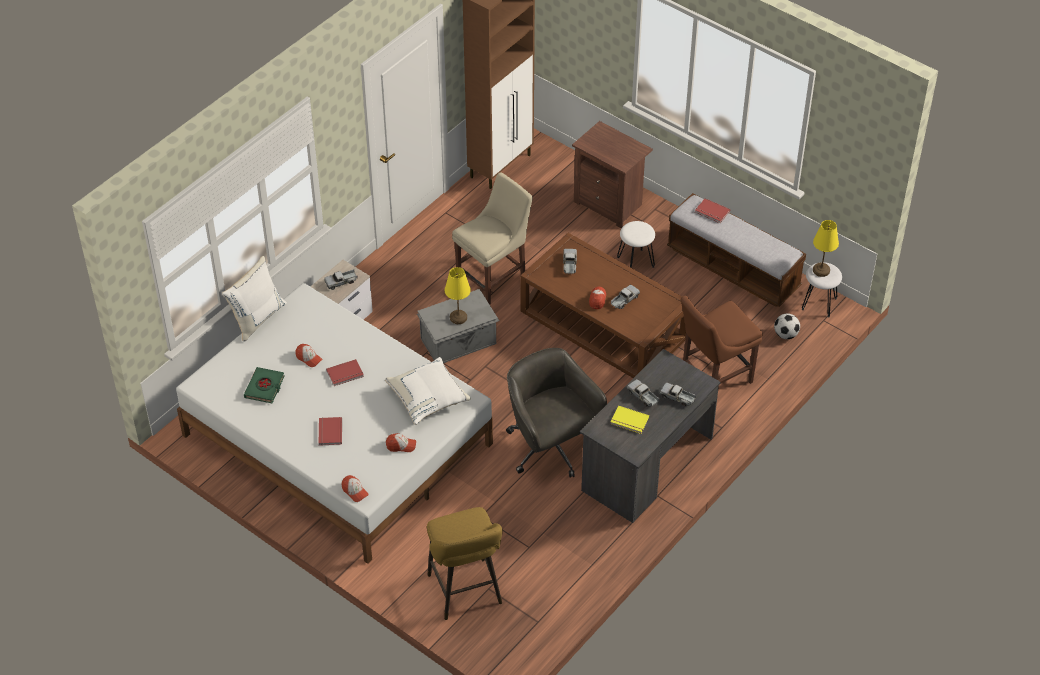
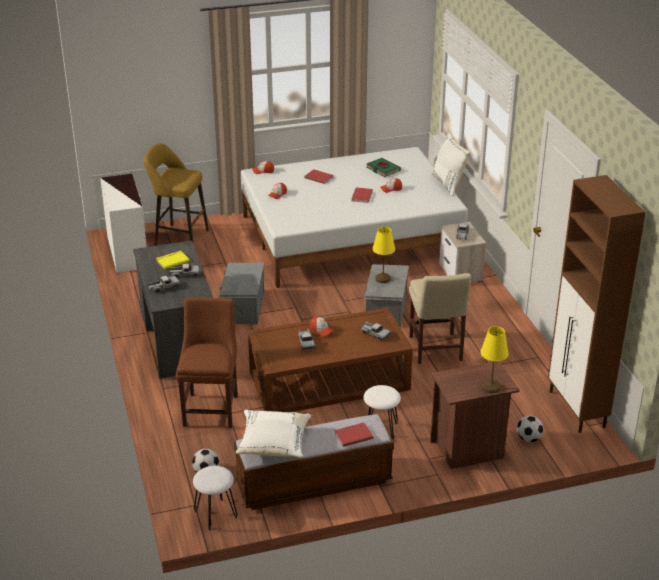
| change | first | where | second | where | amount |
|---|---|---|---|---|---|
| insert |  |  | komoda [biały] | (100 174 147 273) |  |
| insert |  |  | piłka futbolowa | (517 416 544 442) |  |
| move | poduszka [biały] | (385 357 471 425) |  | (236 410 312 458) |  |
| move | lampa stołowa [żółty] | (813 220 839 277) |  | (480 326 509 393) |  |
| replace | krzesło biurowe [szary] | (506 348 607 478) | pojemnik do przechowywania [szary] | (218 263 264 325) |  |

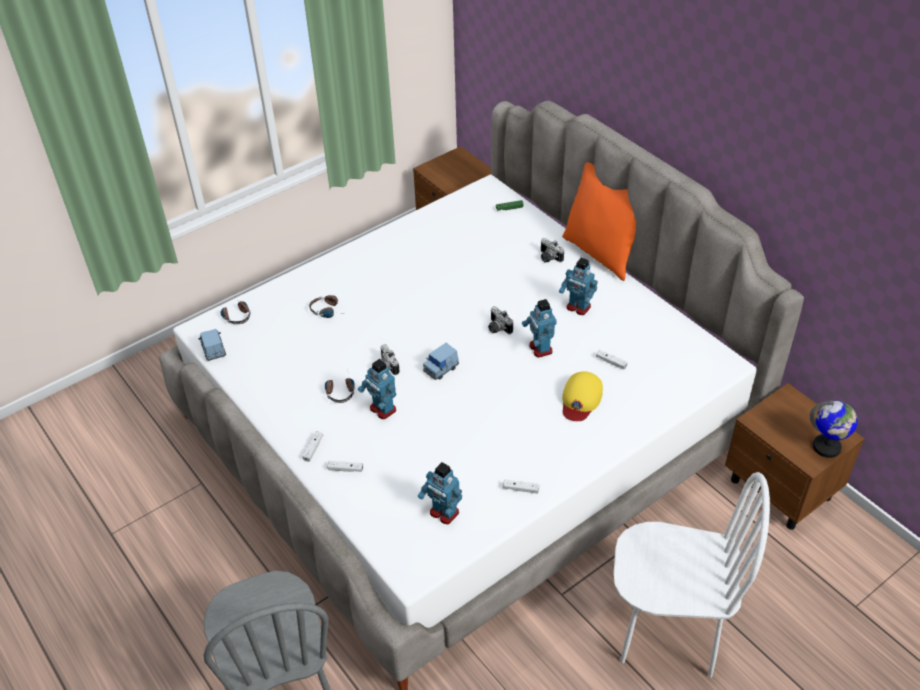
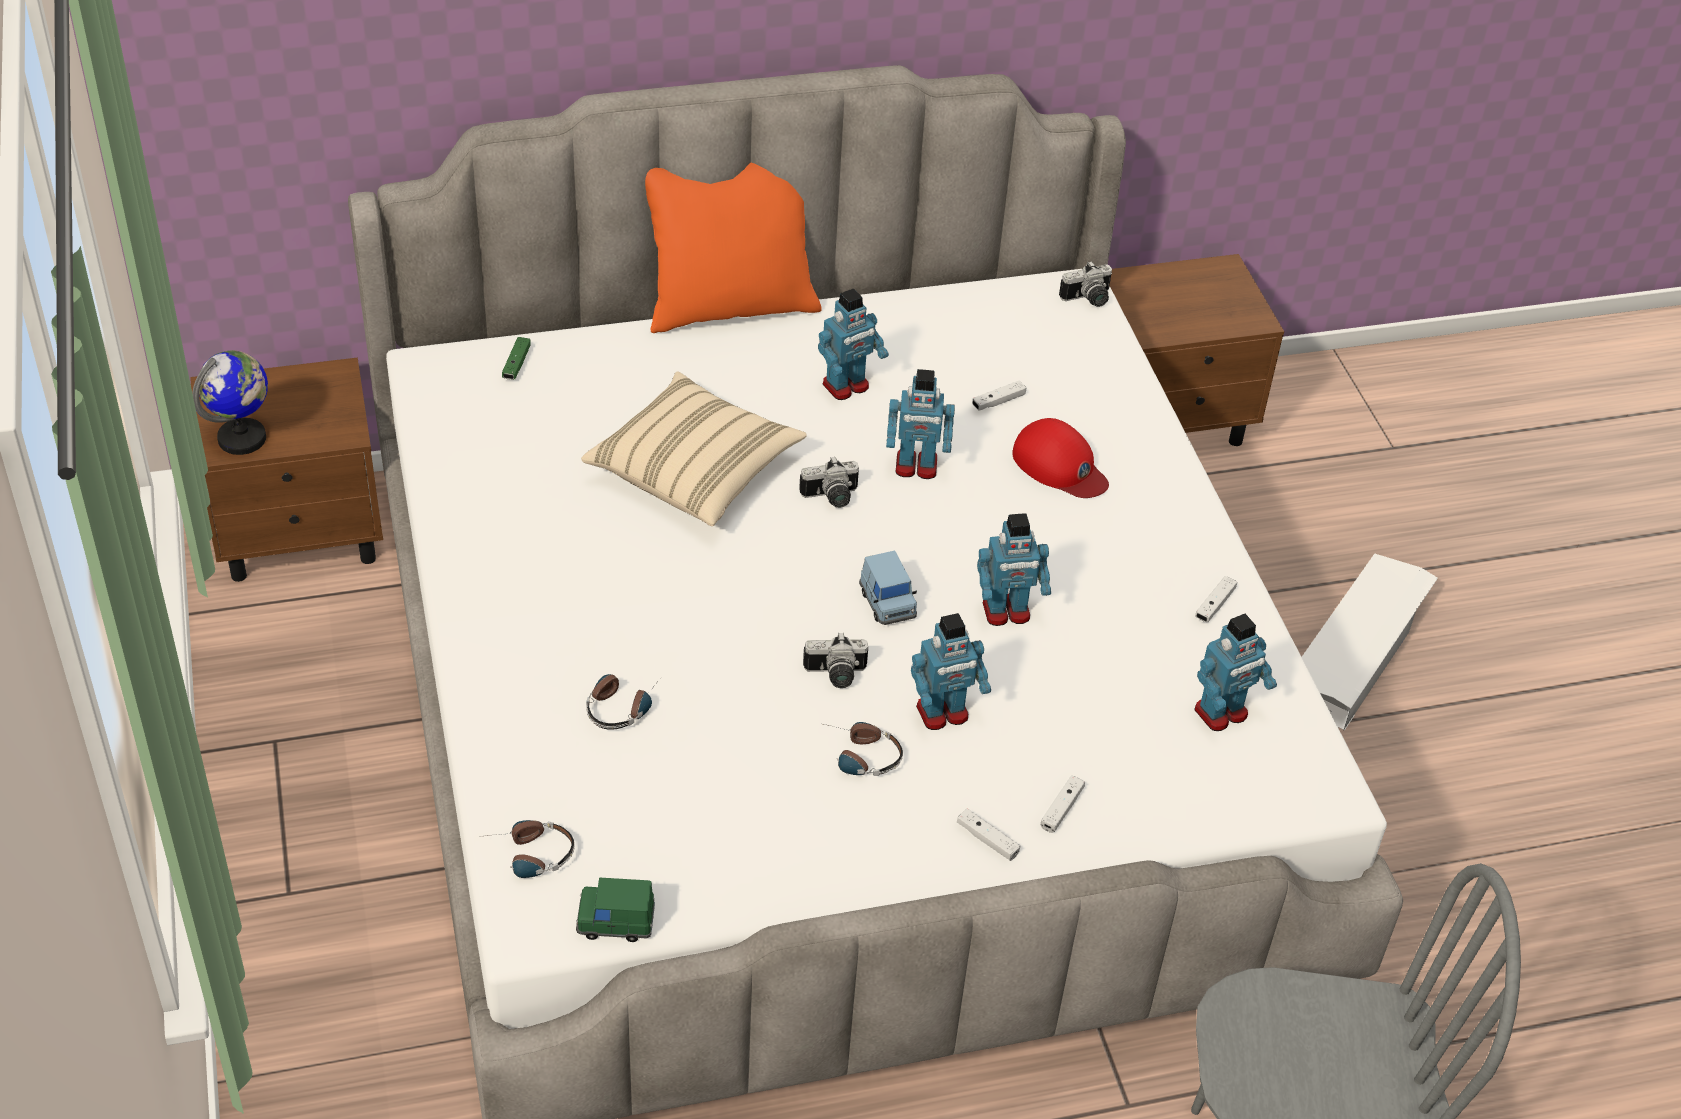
| change | first | where | second | where | amount |
|---|---|---|---|---|---|
| insert |  |  | poduszka [beżowy] | (581 372 807 526) |  |
| insert |  |  | robot zabawkowy | (977 513 1051 626) |  |
| move | aparat fotograficzny | (541 238 564 263) |  | (1059 261 1112 307) |  |
| move | globus | (810 401 858 458) |  | (192 350 268 455) |  |
| replace | krzesło [biały] | (614 472 770 678) | pojemnik do przechowywania [biały] | (1302 554 1438 731) |  |
| recolor | samochodzik [niebieski] | (198 329 226 361) | samochodzik [zielony] | (576 877 655 942) |  |
| recolor | czapka z daszkiem [żółty] | (562 371 603 421) | czapka z daszkiem [czerwony] | (1012 418 1109 498) |  |

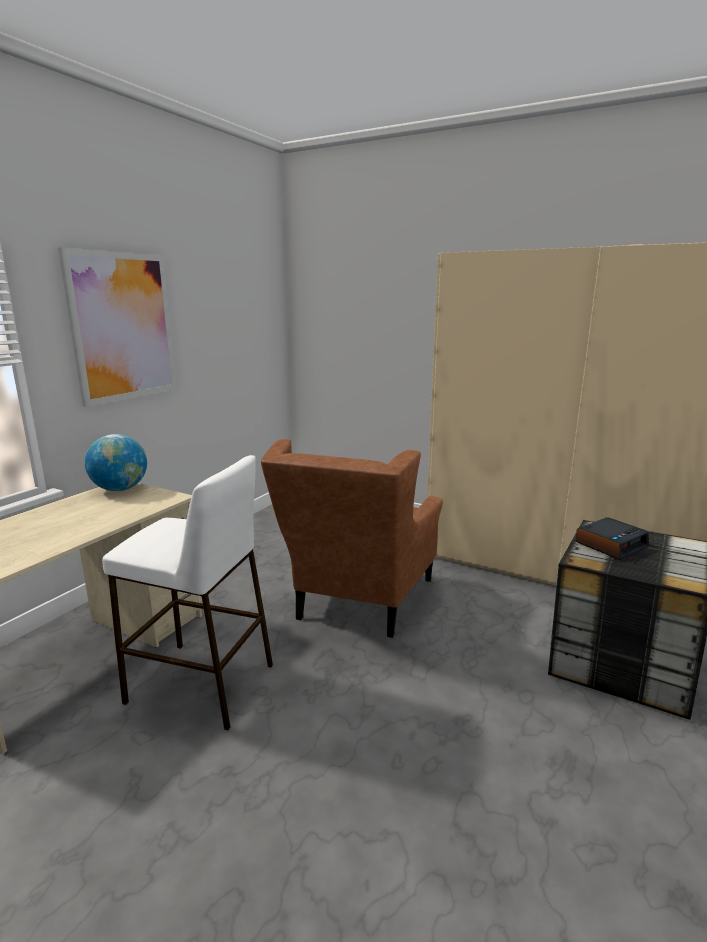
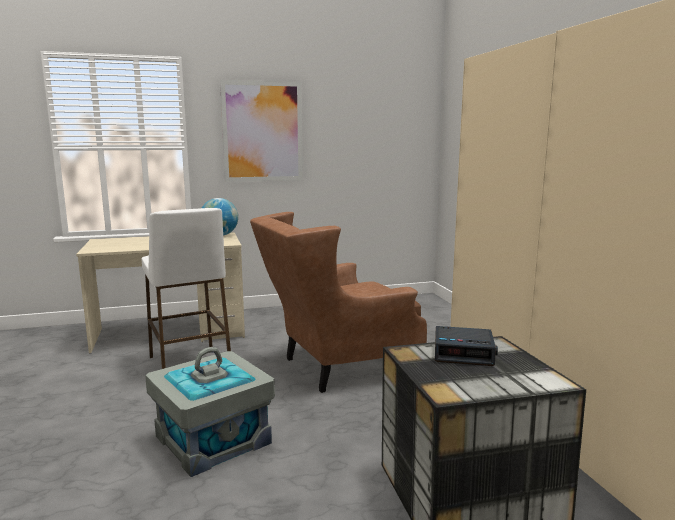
| change | first | where | second | where | amount |
|---|---|---|---|---|---|
| insert |  |  | pojemnik do przechowywania [szary] | (145 347 275 477) |  |

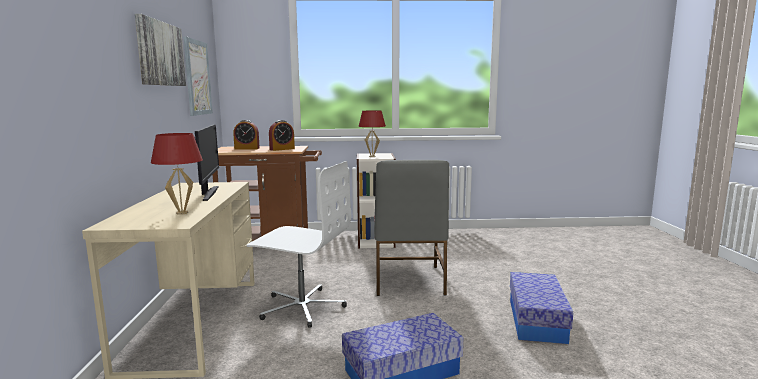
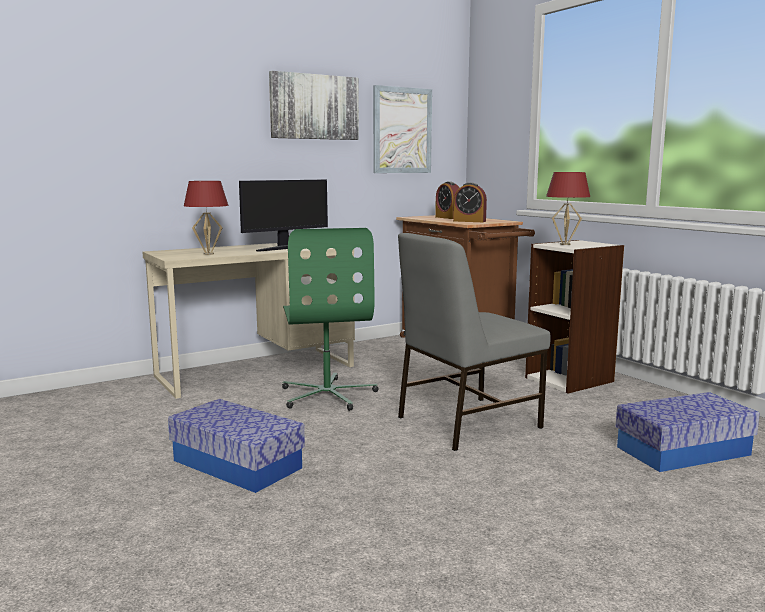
| change | first | where | second | where | amount |
|---|---|---|---|---|---|
| move | pojemnik do przechowywania | (510 272 573 344) |  | (616 392 760 472) |  |
| recolor | krzesło biurowe [biały] | (246 161 351 328) | krzesło biurowe [zielony] | (282 228 378 411) |  |

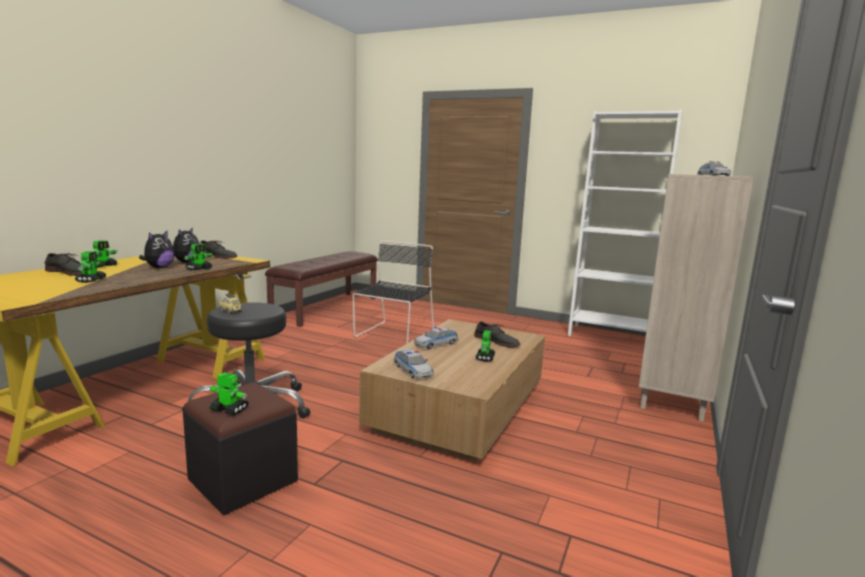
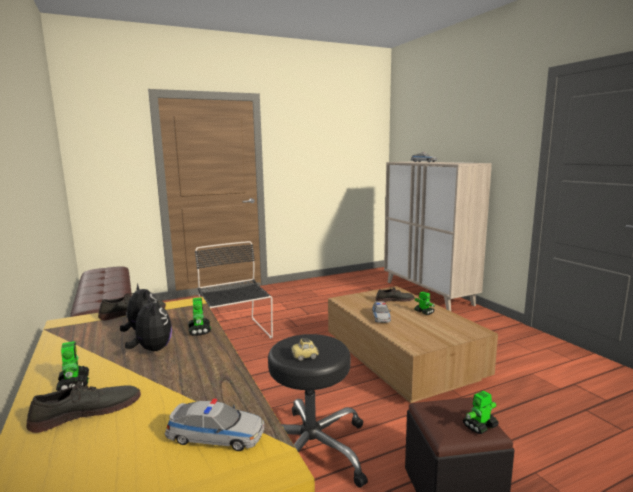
| change | first | where | second | where | amount |
|---|---|---|---|---|---|
| delete | robot zabawkowy | (75 251 106 283) |  |  |  |
| delete | regał [biały] | (568 109 682 336) |  |  |  |
| move | samochodzik | (394 349 434 379) |  | (165 399 264 451) |  |

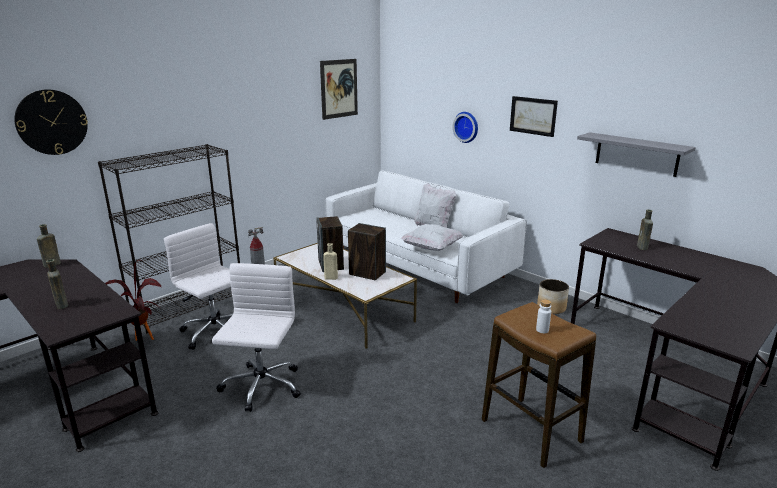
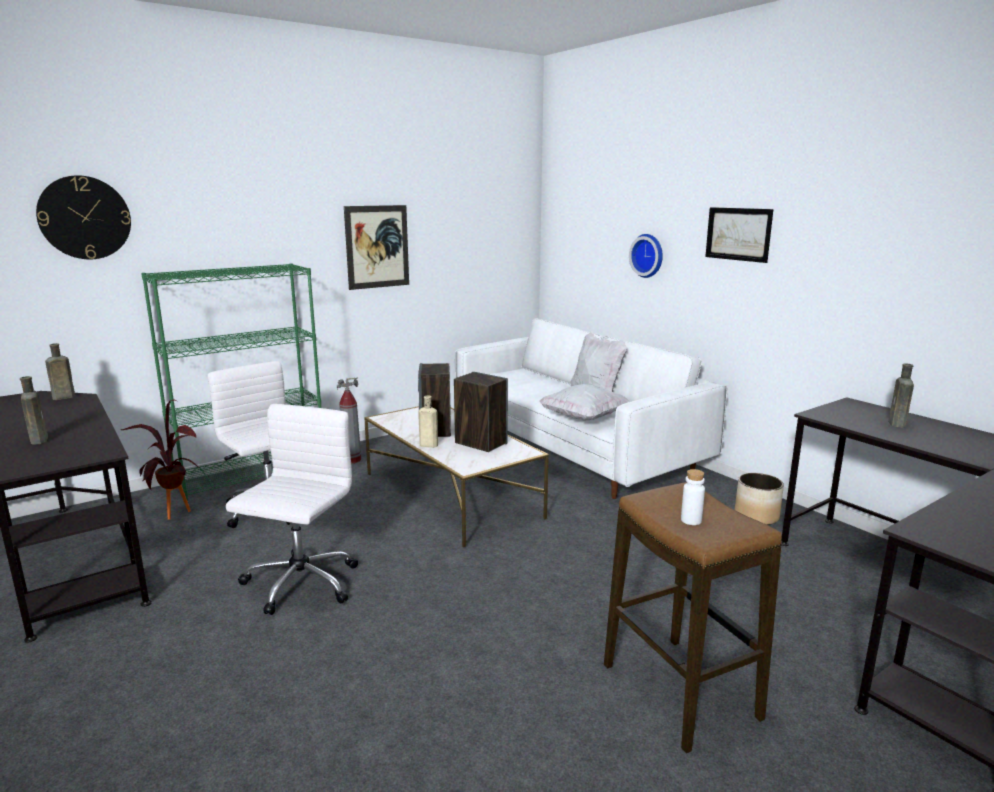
| change | first | where | second | where | amount |
|---|---|---|---|---|---|
| delete | półka [szary] | (577 132 696 177) |  |  |  |
| move | obraz | (320 59 358 120) |  | (344 205 409 290) |  |
| recolor | regał [czarny] | (98 144 240 333) | regał [zielony] | (141 263 321 503) |  |

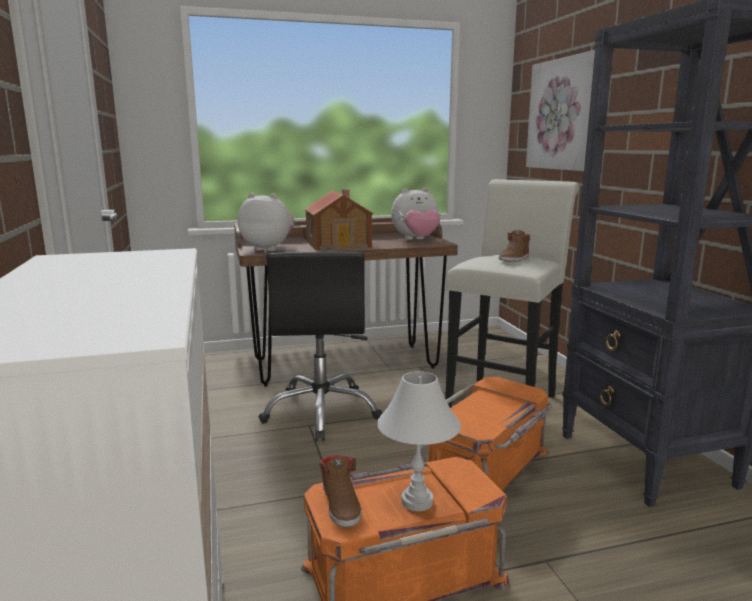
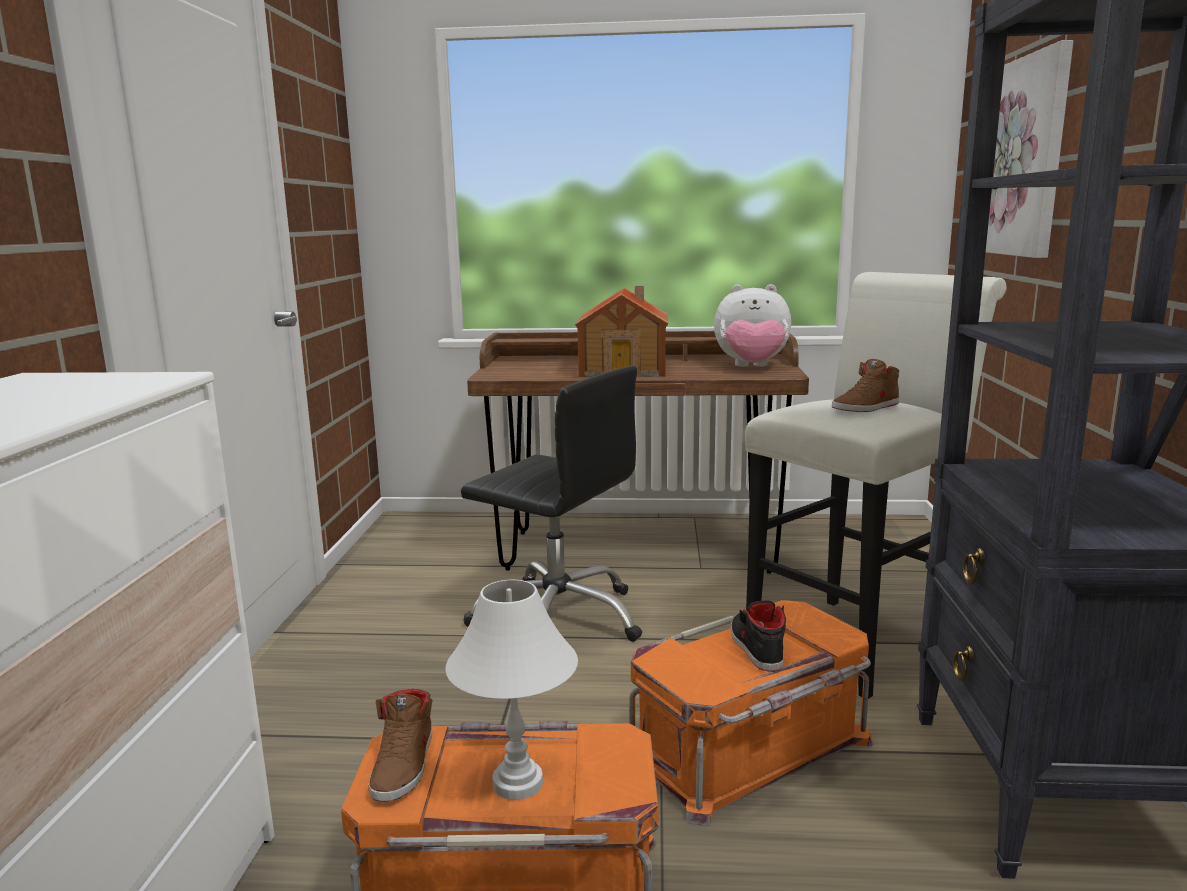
| change | first | where | second | where | amount |
|---|---|---|---|---|---|
| delete | pluszak | (238 193 295 251) |  |  |  |
| insert |  |  | but [czarny] | (731 600 786 672) |  |
| rotate | krzesło biurowe [czarny] | (259 252 383 441) |  | (461 366 642 642) | 75 degrees counterclockwise |

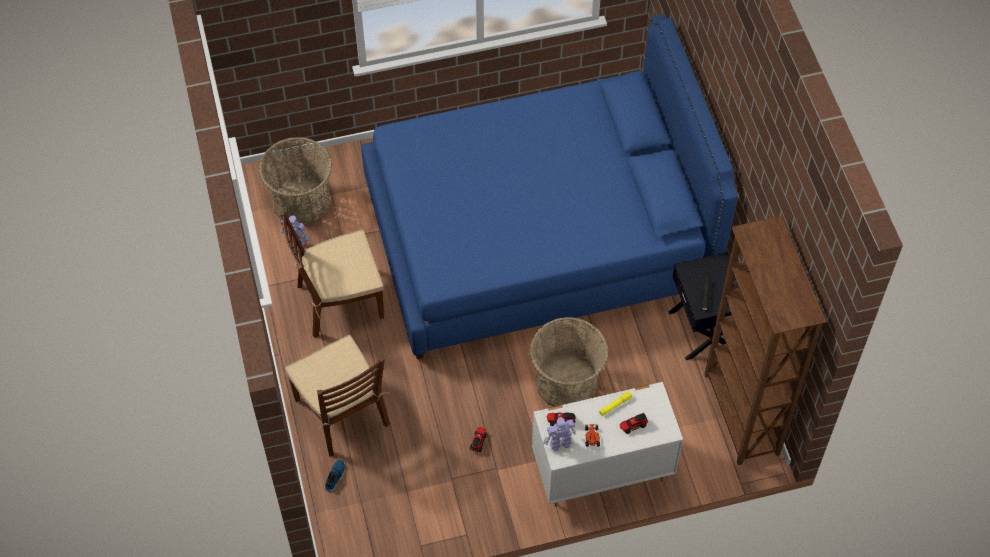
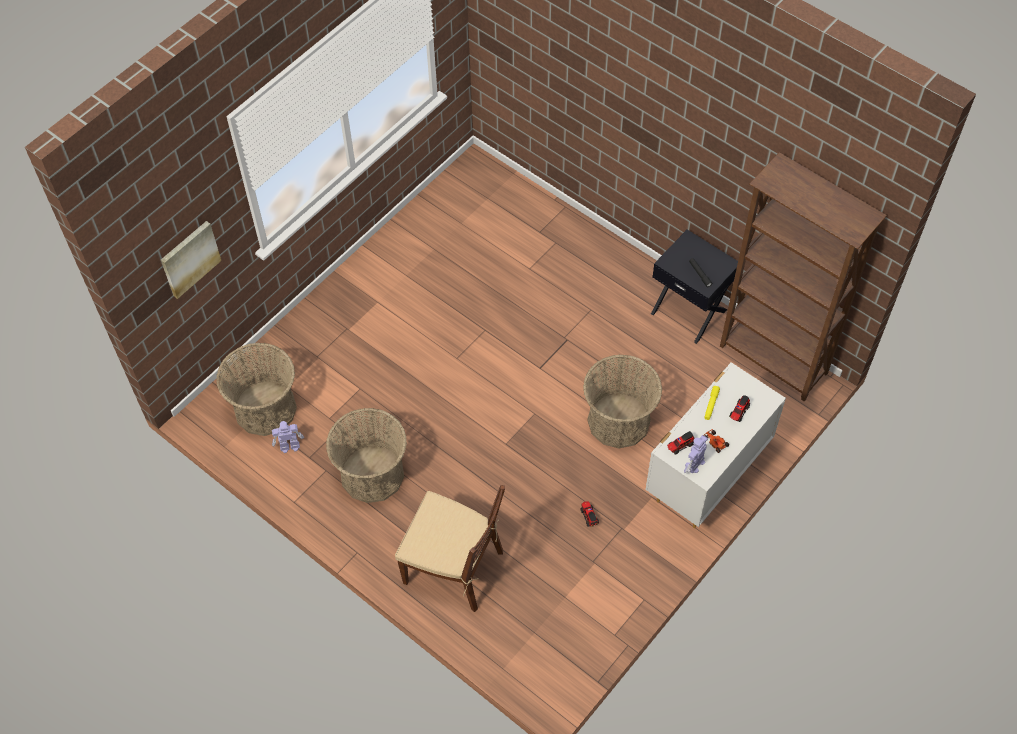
| change | first | where | second | where | amount |
|---|---|---|---|---|---|
| delete | but | (325 460 345 492) |  |  |  |
| delete | łóżko [niebieski] | (361 14 738 359) |  |  |  |
| insert |  |  | obraz | (161 221 221 299) |  |
| replace | krzesło [brązowy] | (280 211 384 338) | koszyk | (326 408 407 503) |  |

